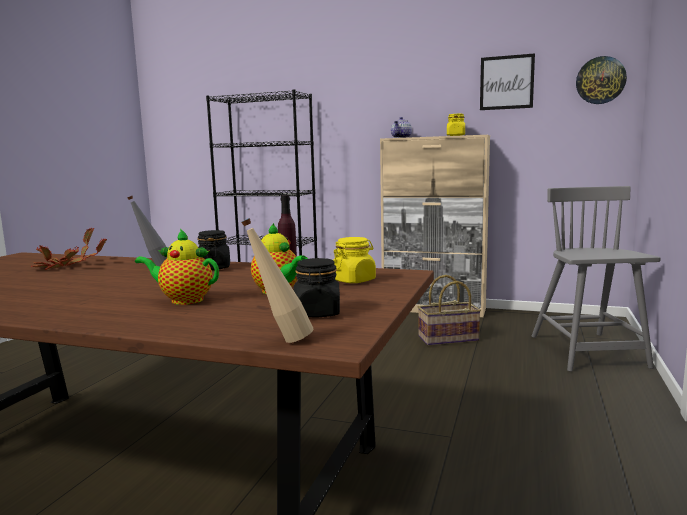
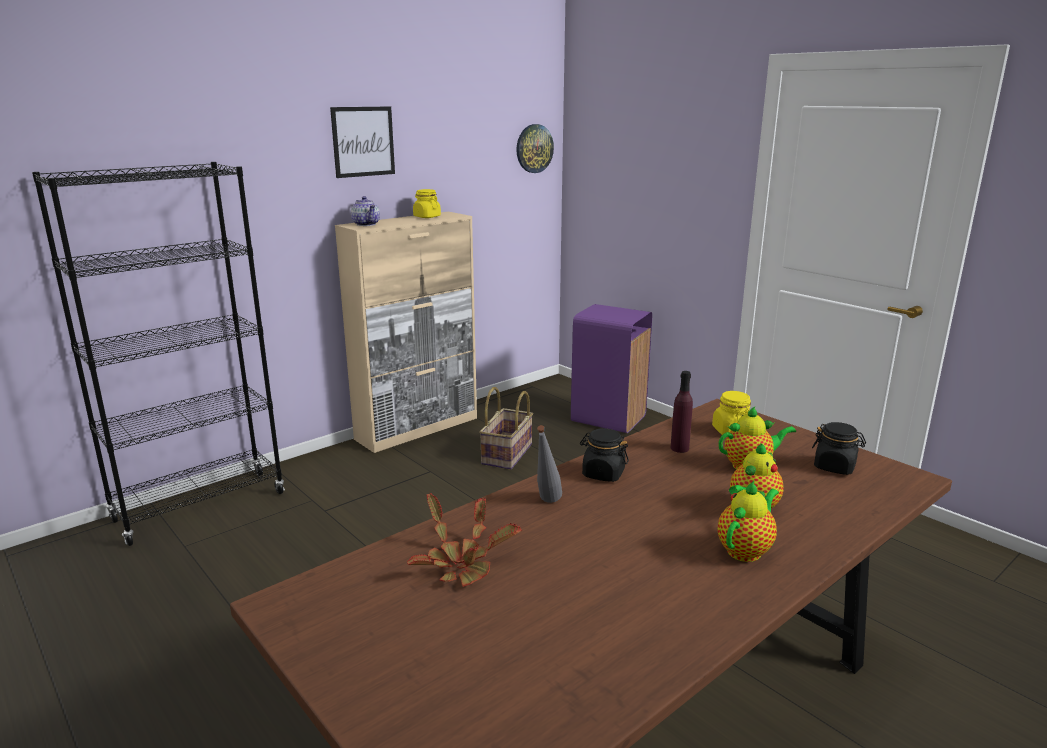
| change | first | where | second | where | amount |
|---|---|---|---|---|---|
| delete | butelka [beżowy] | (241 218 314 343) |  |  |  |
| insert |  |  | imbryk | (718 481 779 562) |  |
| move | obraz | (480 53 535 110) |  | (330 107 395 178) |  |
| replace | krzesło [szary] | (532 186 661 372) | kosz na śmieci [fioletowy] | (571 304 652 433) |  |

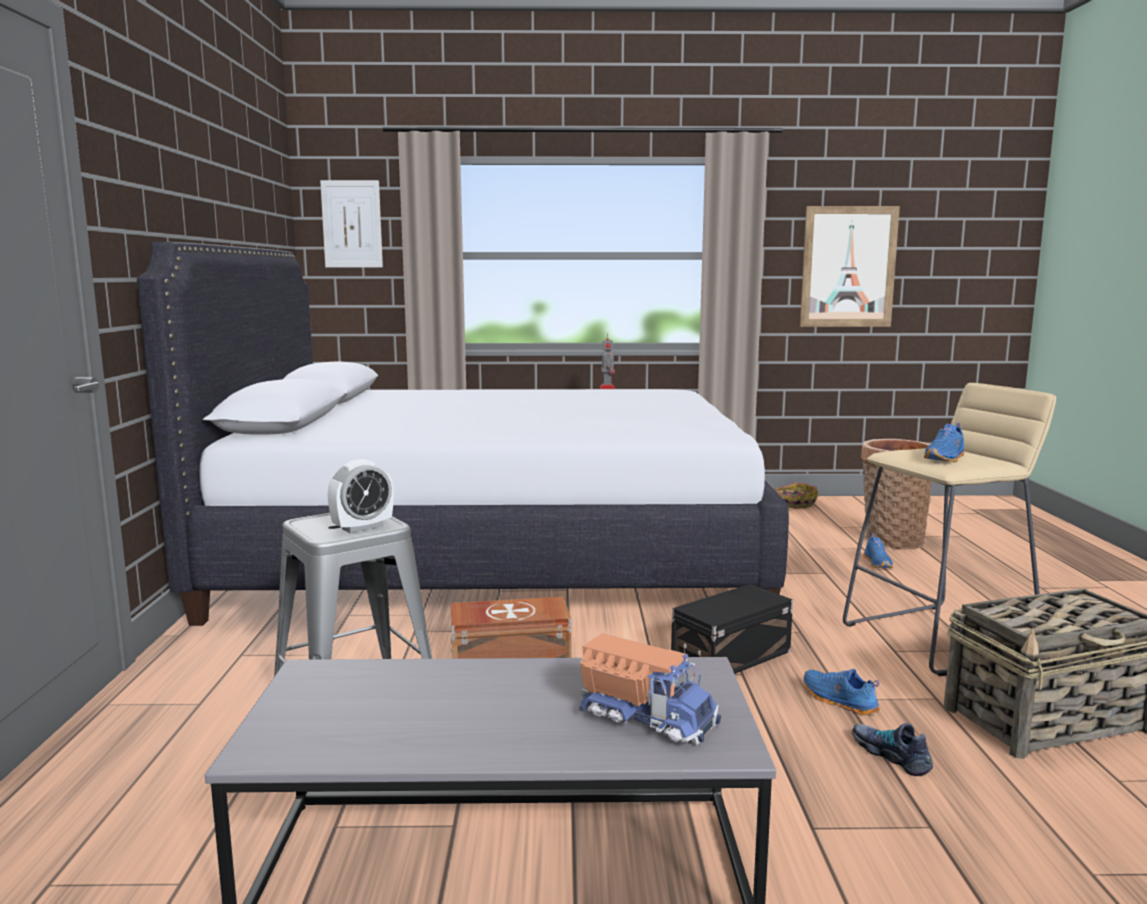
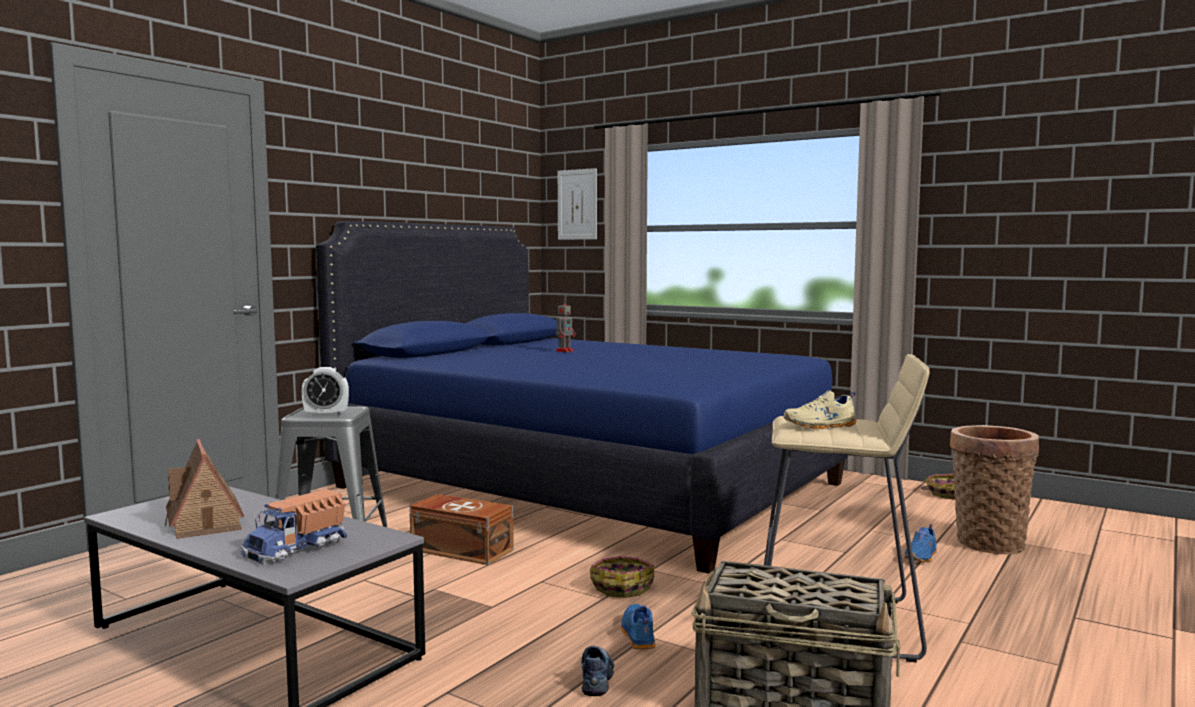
| change | first | where | second | where | amount |
|---|---|---|---|---|---|
| delete | obraz | (800 206 900 327) |  |  |  |
| insert |  |  | domek | (165 439 245 539) |  |
| move | robot zabawkowy | (600 338 615 389) |  | (556 299 576 352) |  |
| replace | pojemnik do przechowywania [czarny] | (671 584 793 674) | koszyk | (590 556 654 598) |  |
| recolor | łóżko [biały] | (137 242 789 626) | łóżko [niebieski] | (316 221 848 574) |  |
| recolor | but [niebieski] | (924 423 965 462) | but [beżowy] | (784 390 856 429) |  |
| rotate | ciężarówka zabawkowa | (580 633 721 745) |  | (241 489 347 565) | 60 degrees clockwise |

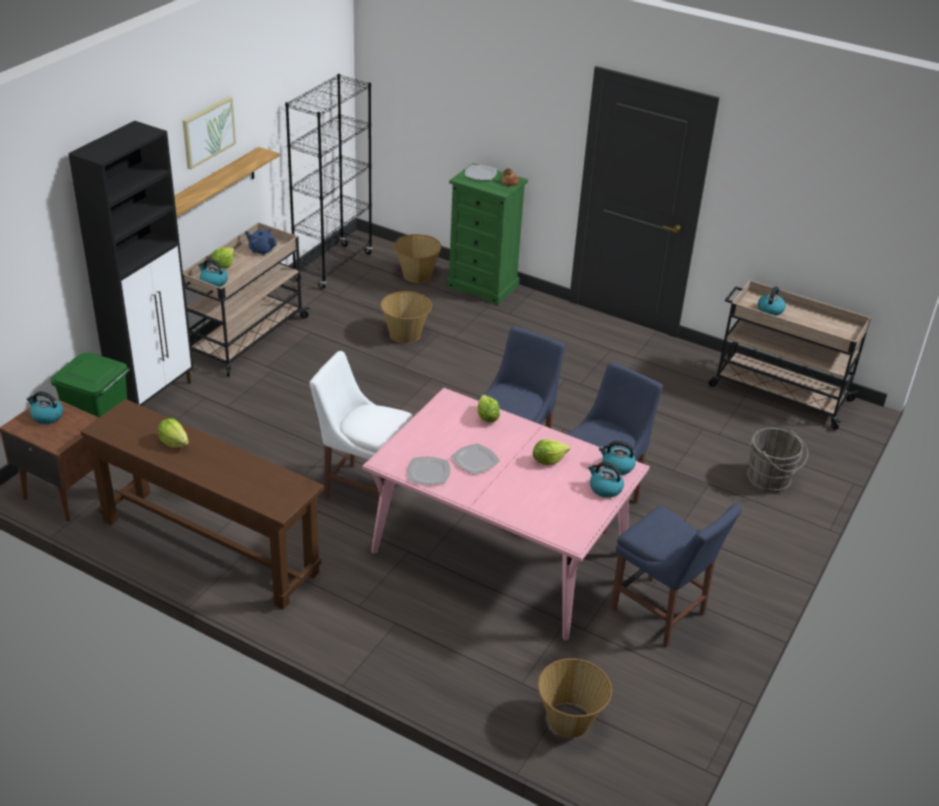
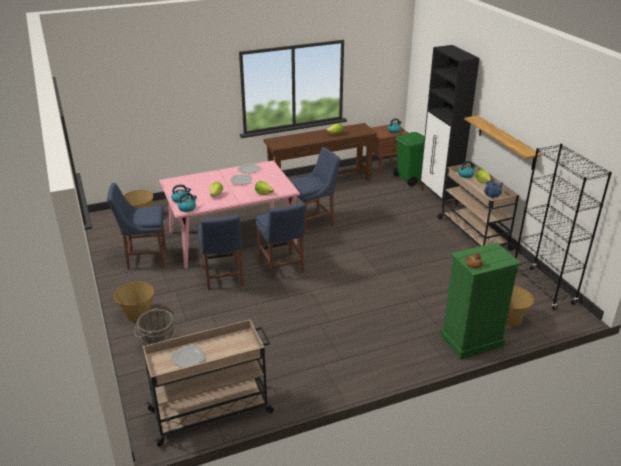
| change | first | where | second | where | amount |
|---|---|---|---|---|---|
| delete | obraz | (183 96 236 170) |  |  |  |
| delete | czajnik | (758 286 786 316) |  |  |  |
| move | koszyk | (380 291 432 344) |  | (114 282 154 322) |  |
| move | talerz | (465 165 497 180) |  | (171 344 206 368) |  |
| recolor | krzesło [biały] | (310 351 413 510) | krzesło [niebieski] | (289 147 341 234) |  |

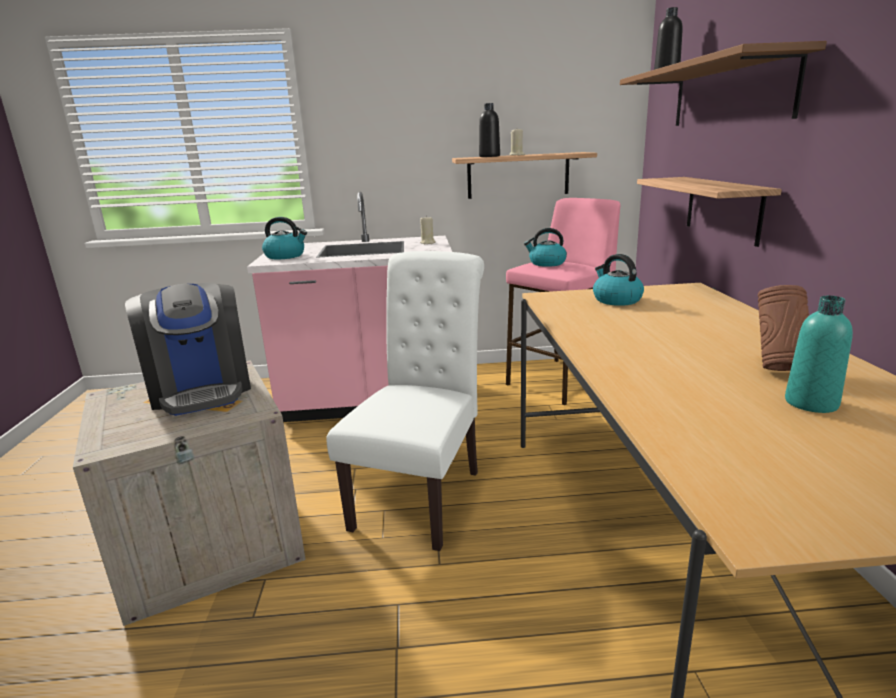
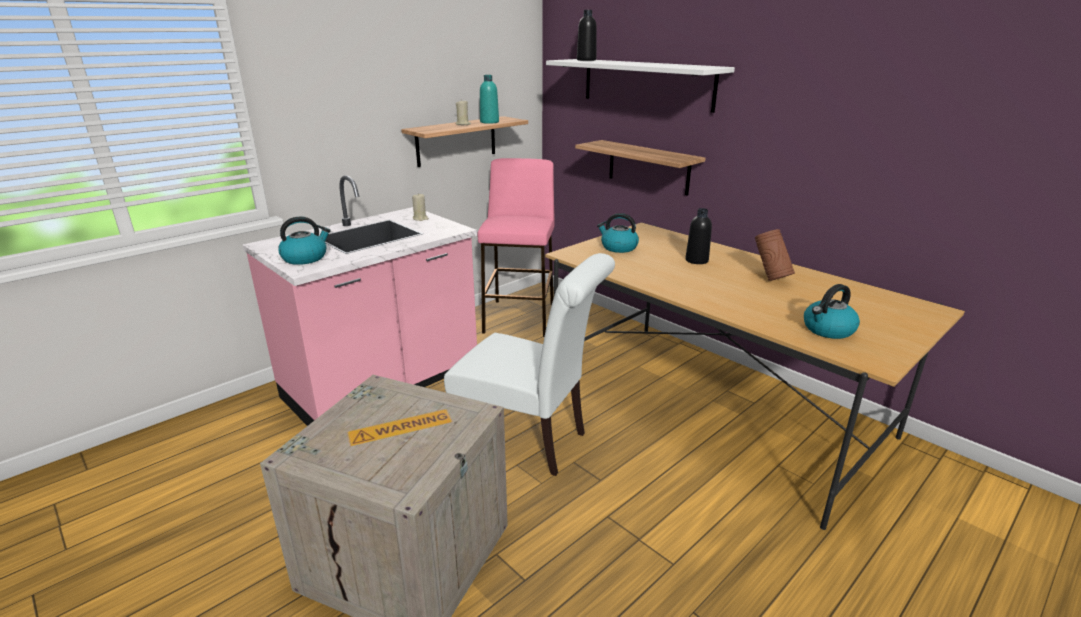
| change | first | where | second | where | amount |
|---|---|---|---|---|---|
| delete | ekspres do kawy | (125 283 251 416) |  |  |  |
| move | butelka [czarny] | (479 103 500 157) |  | (686 208 712 264) |  |
| move | czajnik | (524 228 567 267) |  | (804 284 860 339) |  |
| move | butelka [turkusowy] | (785 296 853 413) |  | (480 75 499 124) |  |
| recolor | półka [brązowy] | (620 41 827 126) | półka [biały] | (546 59 735 113) |  |
| rotate | krzesło [biały] | (326 251 484 551) |  | (444 253 615 476) | 135 degrees clockwise |

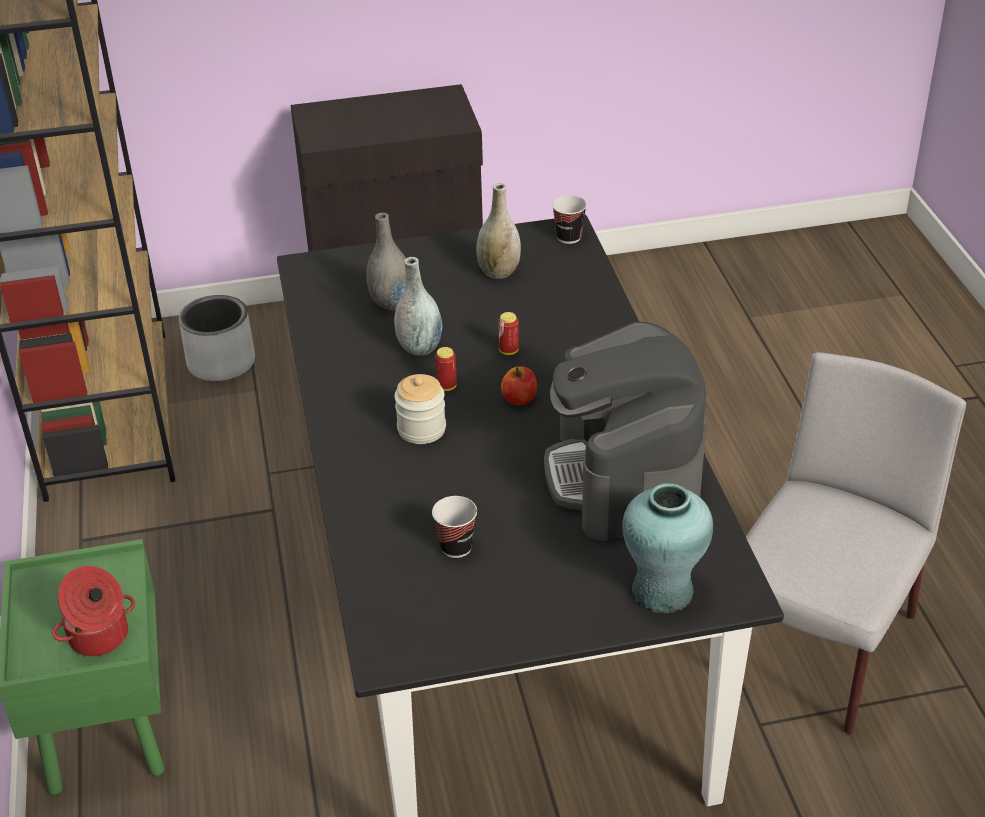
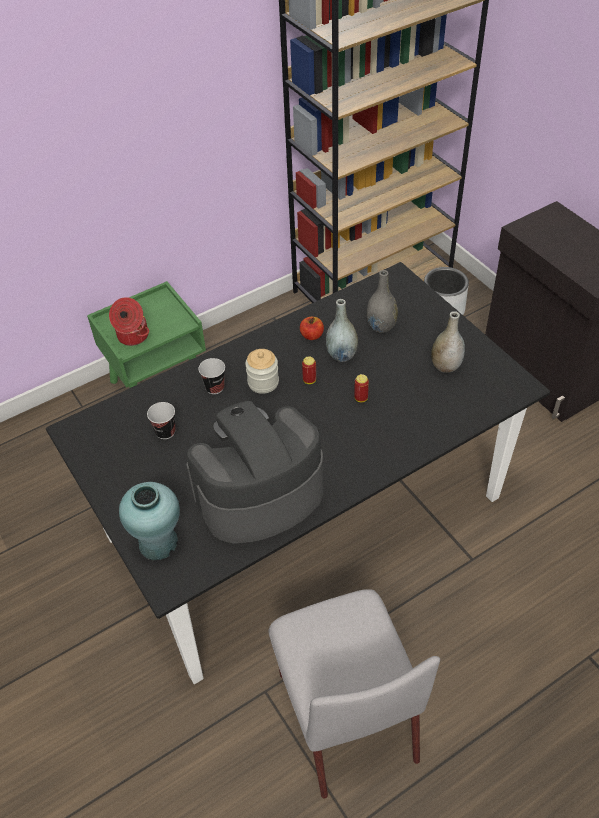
| change | first | where | second | where | amount |
|---|---|---|---|---|---|
| move | jabłko | (501 366 537 405) |  | (300 317 324 340) |  |
| move | filiżanka | (552 195 587 244) |  | (198 358 225 394) |  |
| rotate | krzesło [szary] | (746 352 966 734) |  | (268 589 440 799) | 60 degrees clockwise |

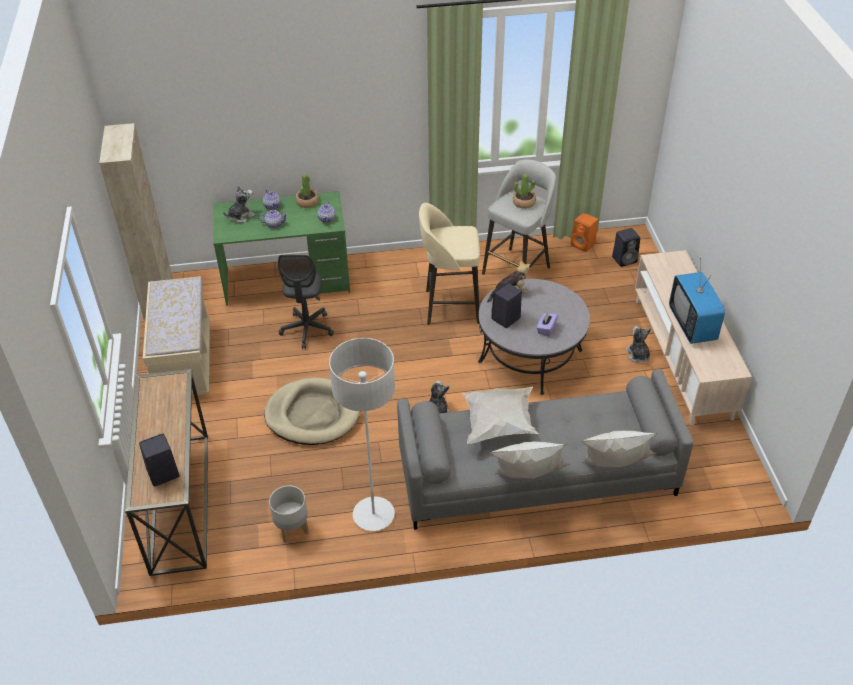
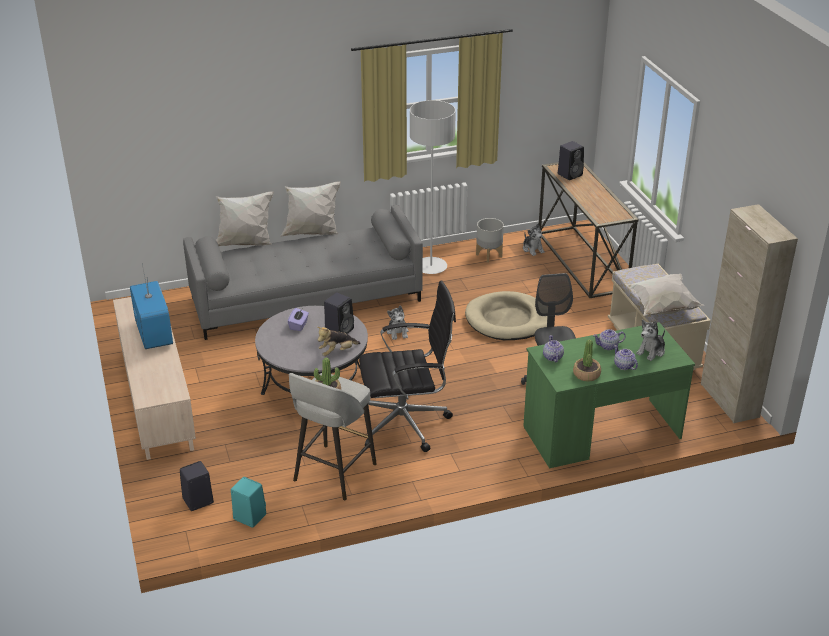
| change | first | where | second | where | amount |
|---|---|---|---|---|---|
| move | poduszka [biały] | (462 386 538 444) |  | (626 274 705 316) |  |
| move | pluszak | (625 326 651 363) |  | (523 224 545 256) |  |
| replace | stołek [beżowy] | (419 203 480 325) | krzesło biurowe [czarny] | (359 280 456 452) |  |
| recolor | głośnik [pomarańczowy] | (571 213 598 252) | głośnik [turkusowy] | (231 477 266 528) |  |

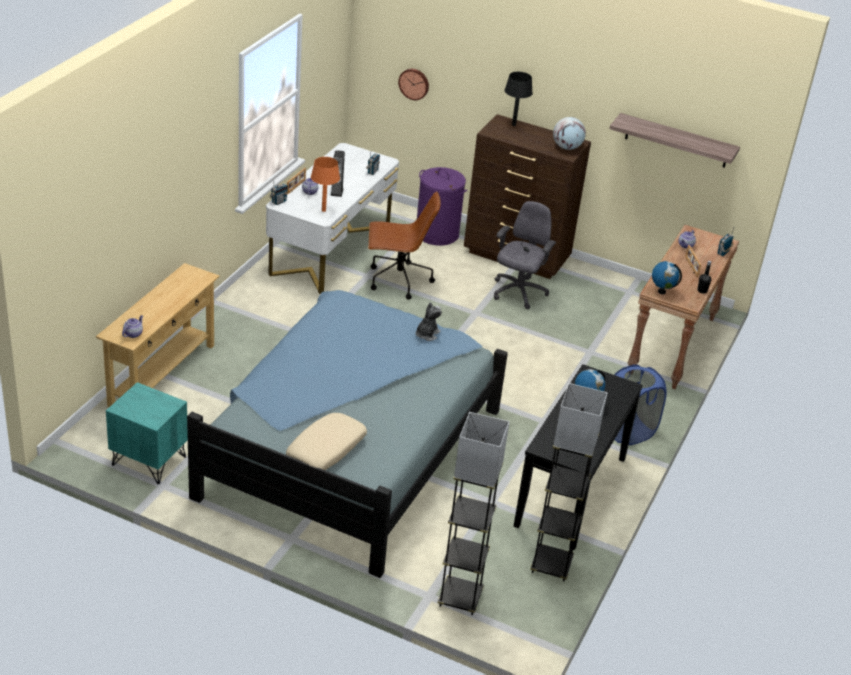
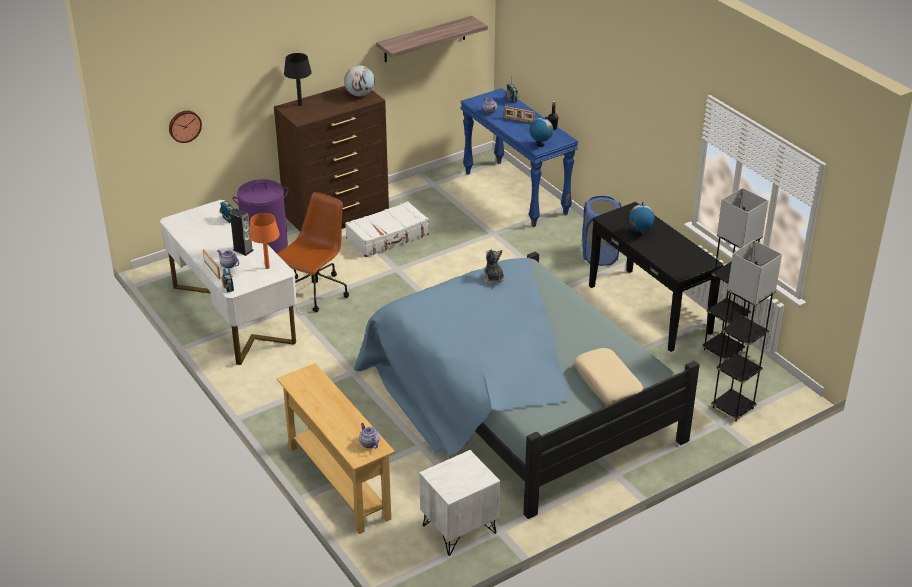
| change | first | where | second | where | amount |
|---|---|---|---|---|---|
| replace | krzesło biurowe [szary] | (494 201 556 309) | walizka [biały] | (345 201 429 257) |  |
| recolor | szafka nocna [turkusowy] | (106 382 188 484) | szafka nocna [biały] | (419 450 500 556) |  |
| recolor | stolik konsolowy [brązowy] | (628 225 739 389) | stolik konsolowy [niebieski] | (461 88 578 227) |  |

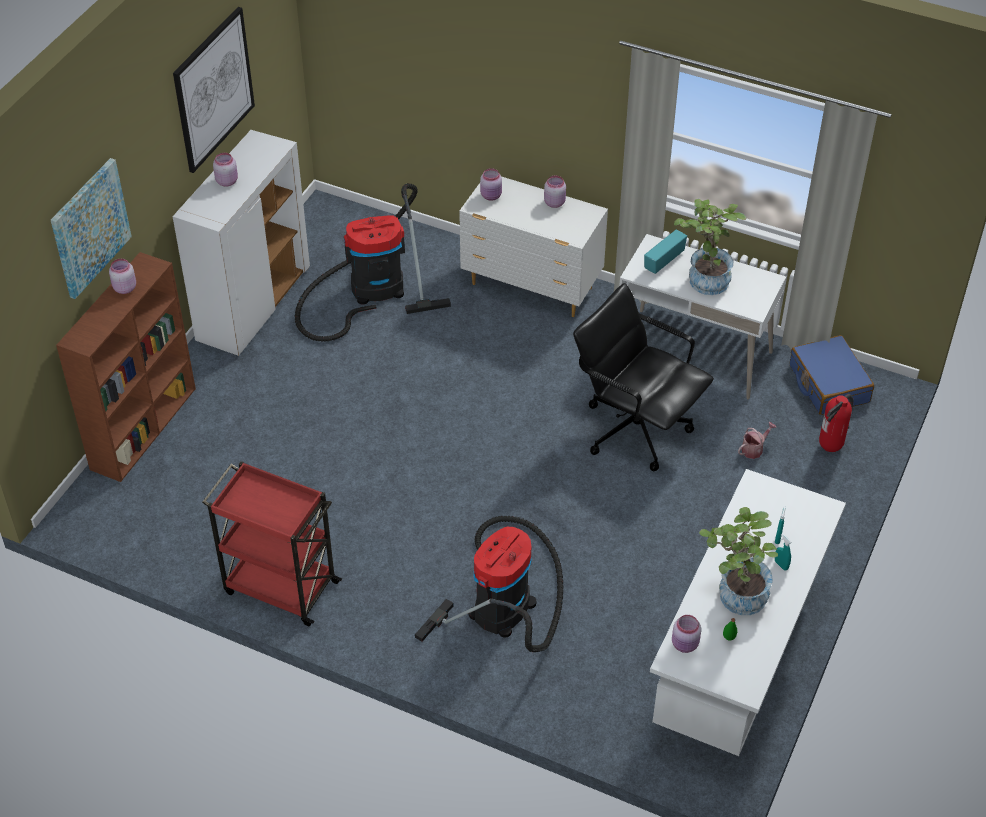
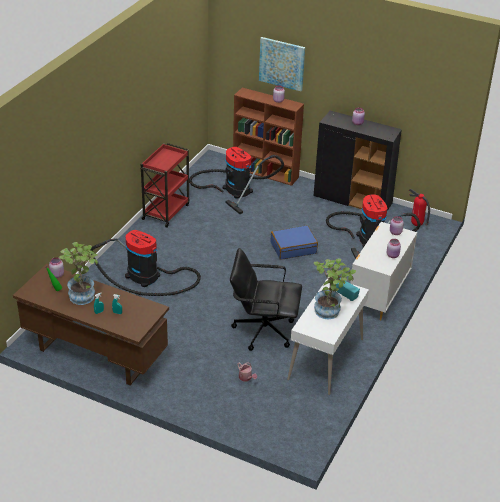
| change | first | where | second | where | amount |
|---|---|---|---|---|---|
| delete | obraz | (173 7 255 173) |  |  |  |
| insert |  |  | odkurzacz | (189 147 284 214) |  |
| move | walizka [niebieski] | (790 335 874 415) |  | (271 225 318 260) |  |
| move | gaśnica | (819 394 854 452) |  | (409 189 430 226) |  |
| recolor | szafka [biały] | (172 130 310 356) | szafka [czarny] | (314 111 402 211) |  |
| recolor | biurko [biały] | (650 469 846 756) | biurko [brązowy] | (13 264 169 386) |  |
| rotate | krzesło biurowe [czarny] | (573 283 714 472) |  | (230 248 302 351) | 120 degrees counterclockwise |

